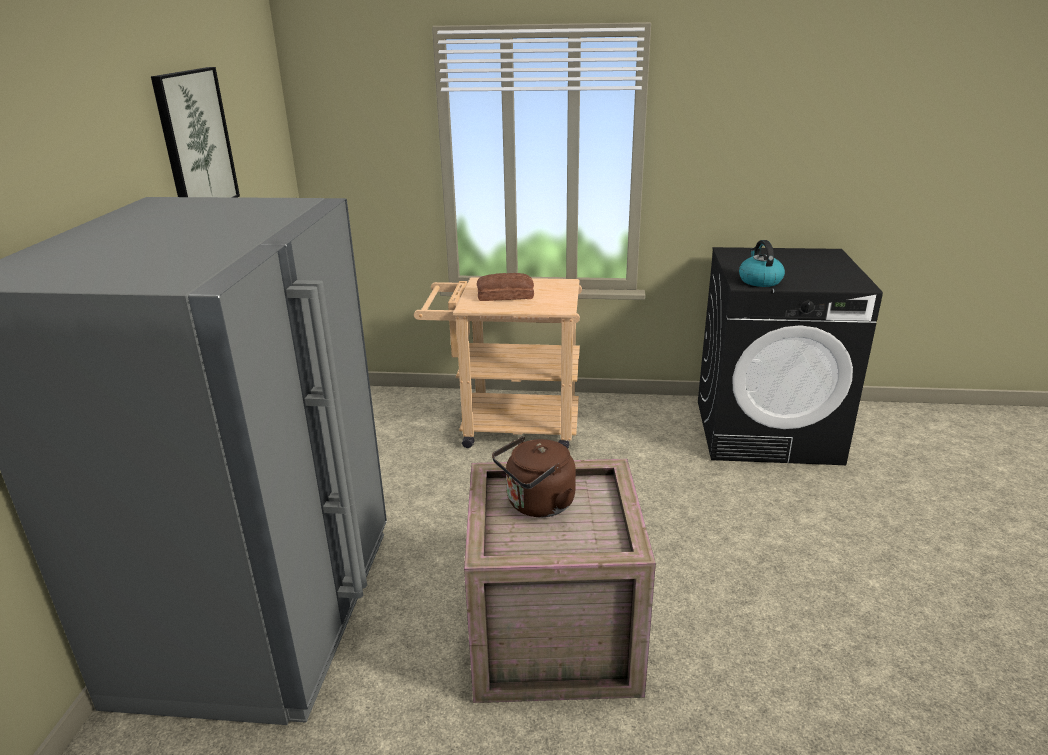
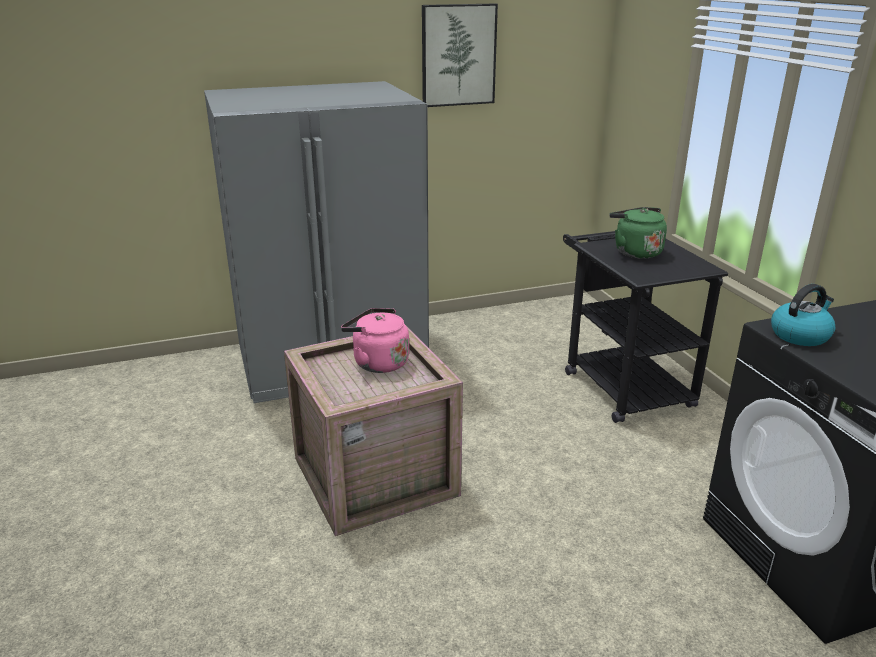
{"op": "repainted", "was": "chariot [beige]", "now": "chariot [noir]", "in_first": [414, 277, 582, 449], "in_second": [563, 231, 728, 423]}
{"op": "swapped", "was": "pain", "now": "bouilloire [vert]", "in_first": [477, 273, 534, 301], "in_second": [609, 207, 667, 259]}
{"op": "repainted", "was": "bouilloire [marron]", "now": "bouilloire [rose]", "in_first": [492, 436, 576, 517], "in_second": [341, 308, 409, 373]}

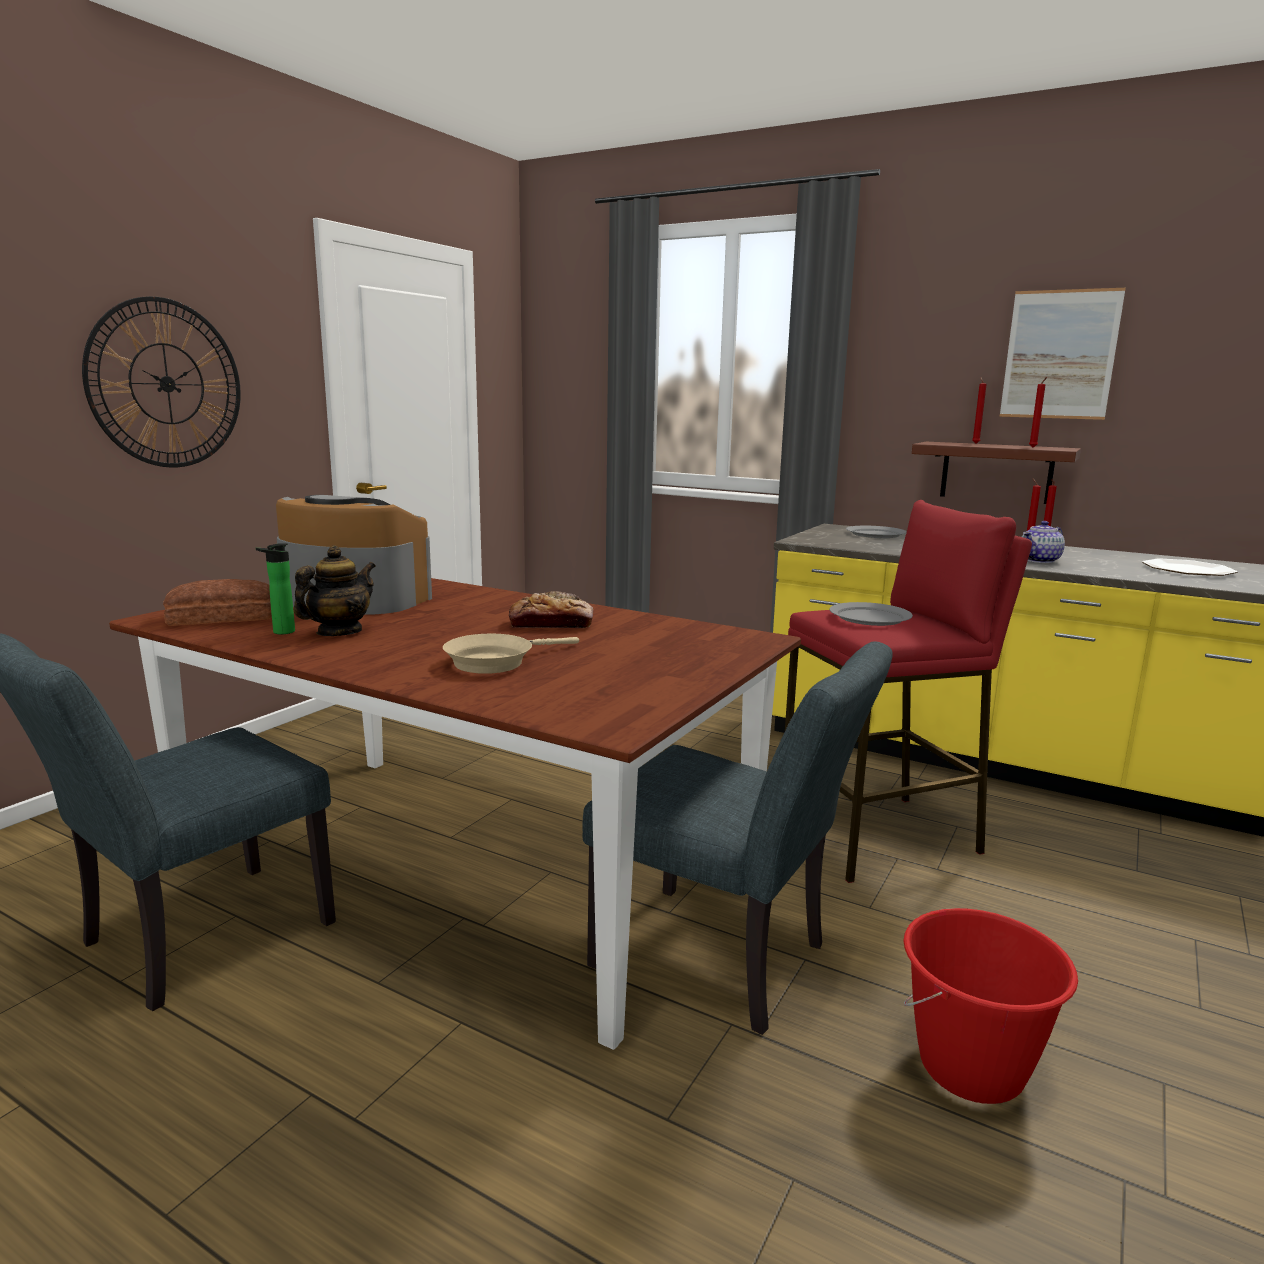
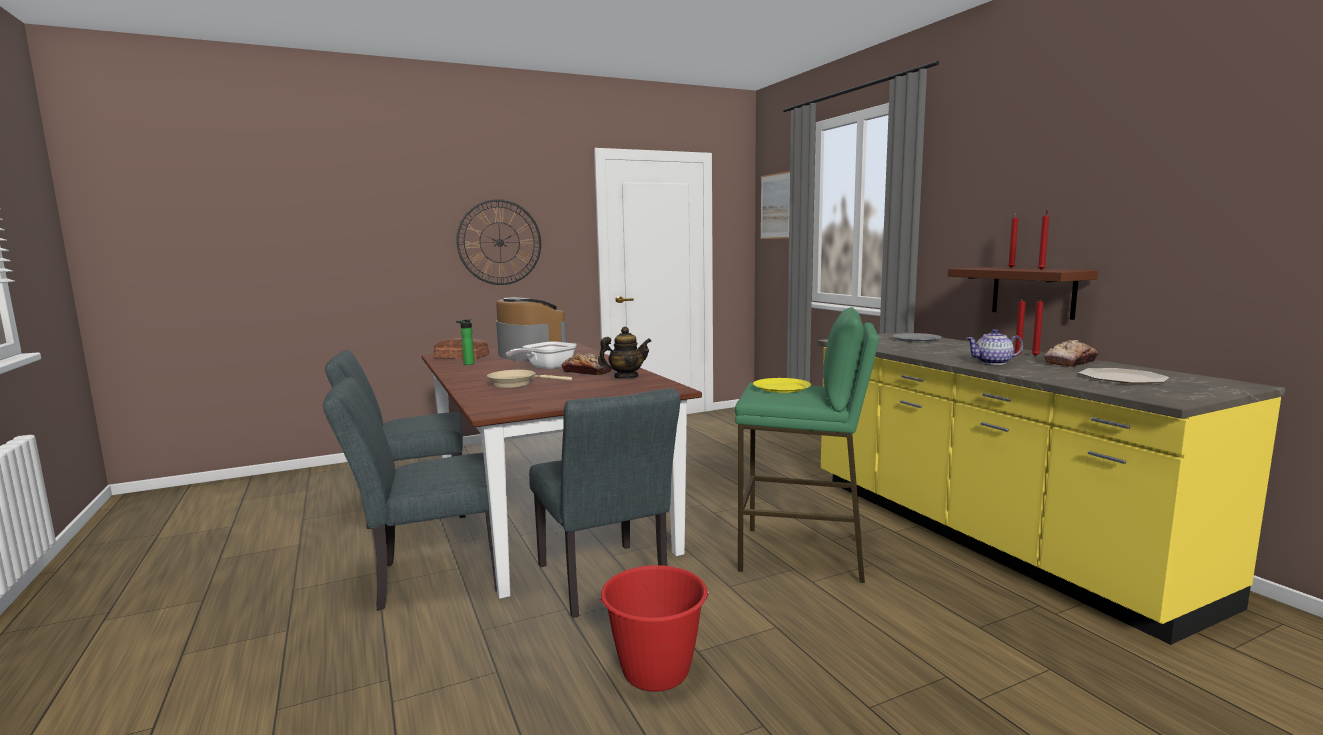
{"op": "shifted", "was": "théière", "in_first": [294, 545, 376, 636], "in_second": [598, 327, 651, 378]}
{"op": "repainted", "was": "tabouret [rouge]", "now": "tabouret [vert]", "in_first": [785, 500, 1032, 883], "in_second": [735, 307, 879, 584]}
{"op": "repainted", "was": "assiette [gris]", "now": "assiette [jaune]", "in_first": [830, 602, 913, 626], "in_second": [753, 378, 811, 393]}
{"op": "shifted", "was": "tableau", "in_first": [1000, 288, 1126, 420], "in_second": [760, 171, 790, 239]}
{"op": "new", "now": "chaise [gris]", "in_second": [323, 377, 497, 610]}
{"op": "new", "now": "poêle", "in_second": [506, 342, 577, 370]}
{"op": "new", "now": "pain", "in_second": [1044, 340, 1098, 367]}

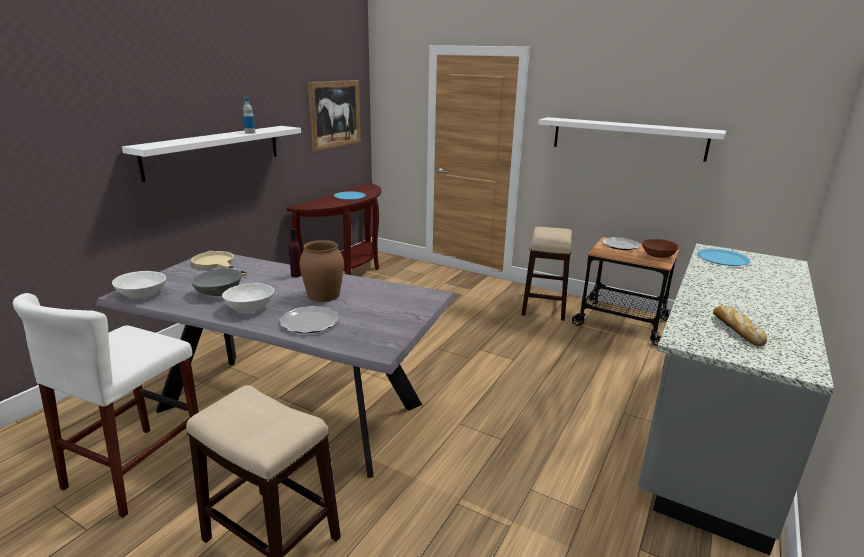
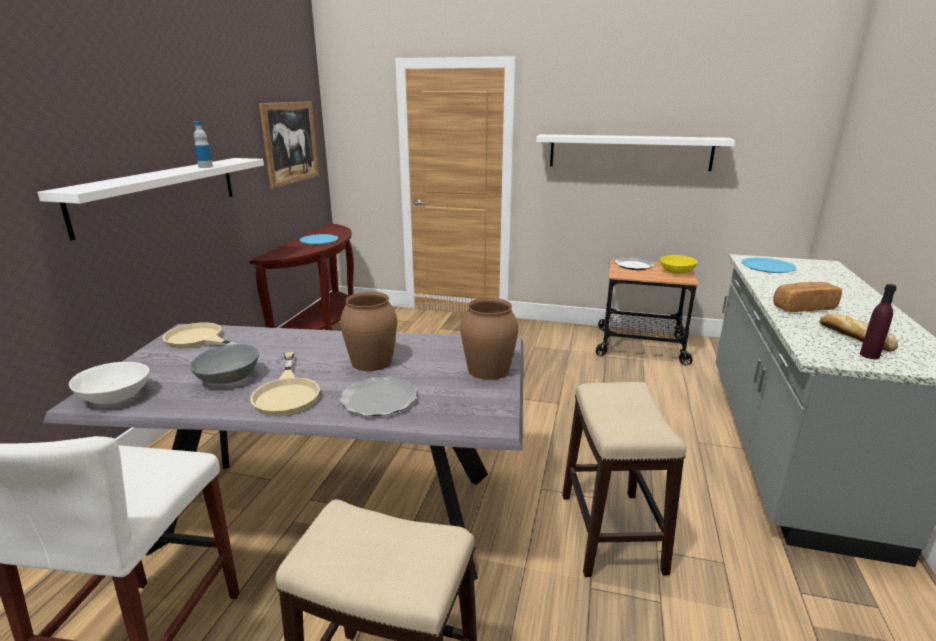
{"op": "swapped", "was": "bol [blanc]", "now": "poêle [beige]", "in_first": [222, 283, 274, 312], "in_second": [250, 352, 320, 416]}
{"op": "shifted", "was": "bouteille [violet]", "in_first": [289, 228, 302, 277], "in_second": [860, 284, 897, 359]}
{"op": "shifted", "was": "tabouret", "in_first": [521, 227, 572, 321], "in_second": [562, 382, 687, 577]}
{"op": "repainted", "was": "bol [marron]", "now": "bol [jaune]", "in_first": [642, 239, 679, 258], "in_second": [660, 255, 697, 274]}
{"op": "new", "now": "vase [marron]", "in_second": [461, 298, 518, 380]}
{"op": "new", "now": "pain", "in_second": [773, 282, 842, 312]}

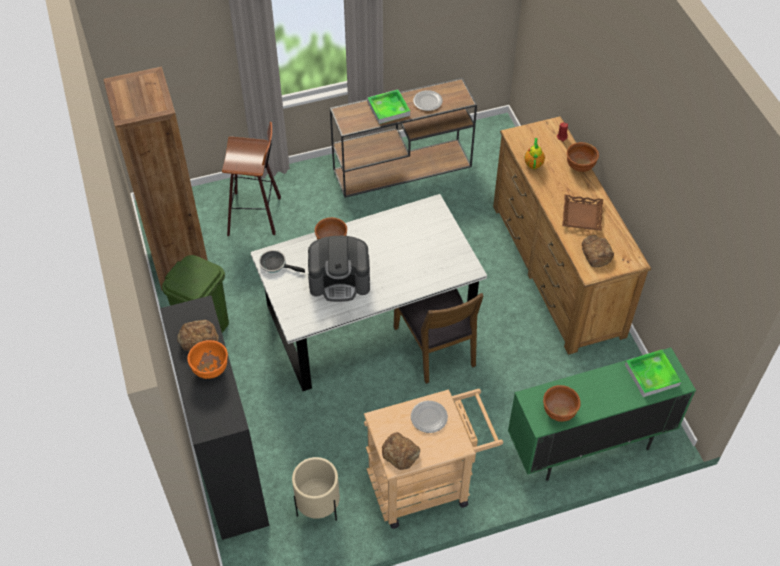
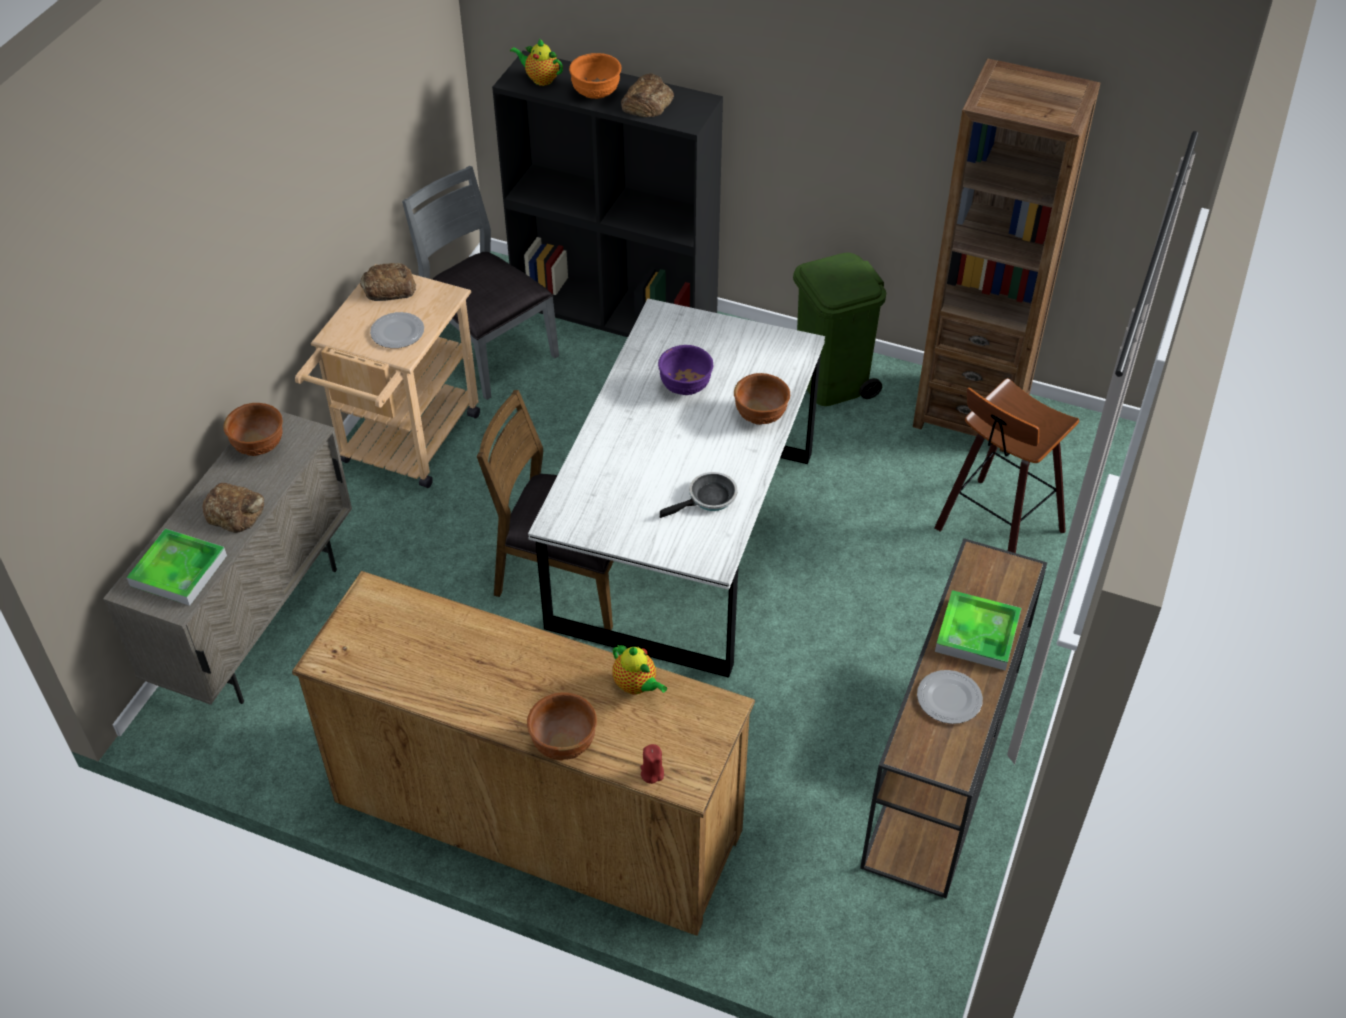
{"op": "shifted", "was": "poêle", "in_first": [259, 250, 305, 273], "in_second": [660, 472, 737, 518]}
{"op": "swapped", "was": "cache-pot [beige]", "now": "chaise [gris]", "in_first": [292, 457, 340, 521], "in_second": [402, 166, 559, 400]}
{"op": "swapped", "was": "machine à café", "now": "bol [violet]", "in_first": [308, 236, 370, 302], "in_second": [658, 345, 714, 395]}
{"op": "repainted", "was": "meuble de rangement [vert]", "now": "meuble de rangement [beige]", "in_first": [508, 347, 696, 481], "in_second": [103, 411, 352, 705]}
{"op": "gone", "was": "plateau [marron]", "in_first": [562, 195, 603, 231]}
{"op": "shifted", "was": "pain", "in_first": [582, 235, 614, 267], "in_second": [202, 483, 264, 533]}
{"op": "new", "now": "théière", "in_second": [510, 38, 563, 86]}

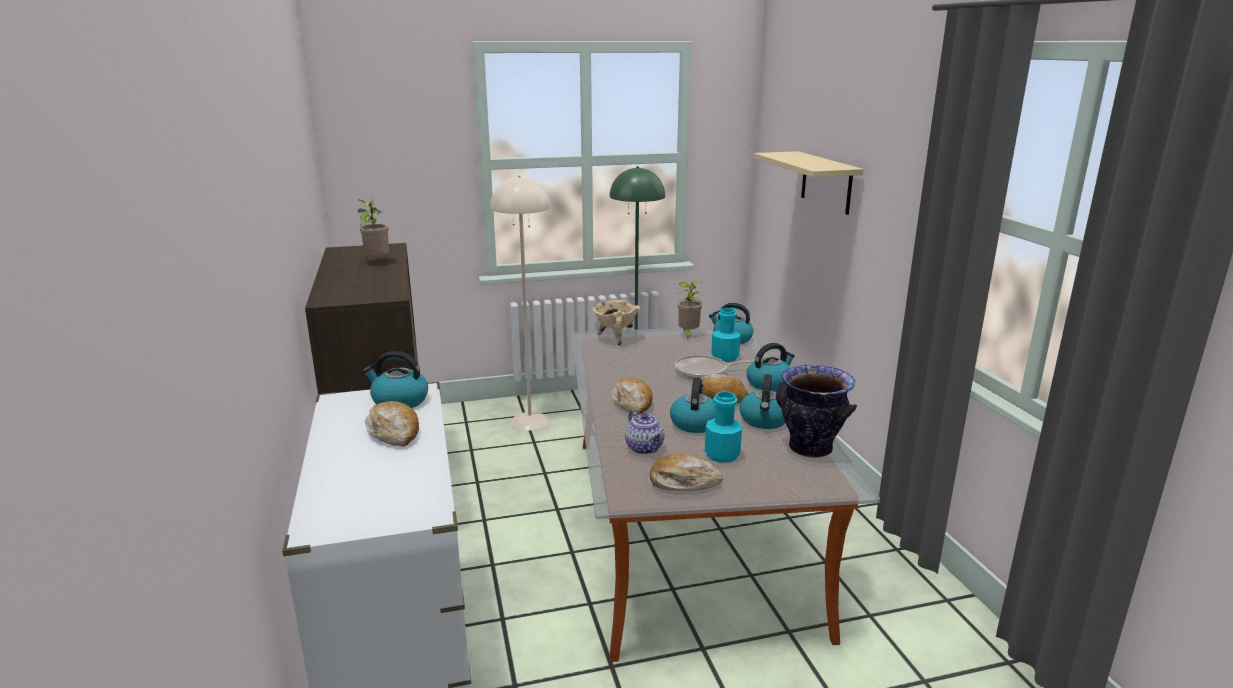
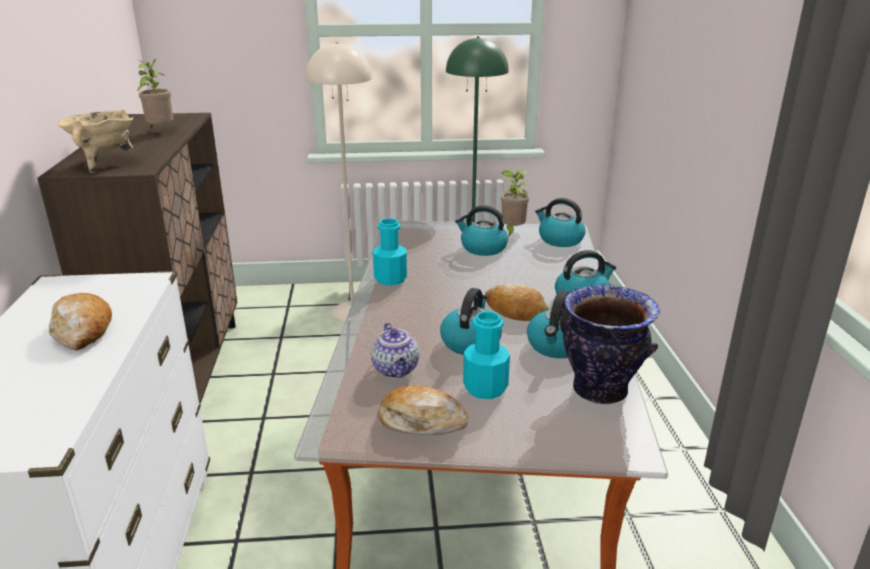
{"op": "shifted", "was": "bouilloire", "in_first": [363, 351, 428, 408], "in_second": [455, 205, 508, 256]}
{"op": "shifted", "was": "marmite [beige]", "in_first": [592, 300, 640, 346], "in_second": [58, 110, 133, 173]}
{"op": "gone", "was": "pain", "in_first": [612, 378, 652, 415]}
{"op": "gone", "was": "poêle", "in_first": [674, 355, 753, 379]}
{"op": "shifted", "was": "bouteille [turquoise]", "in_first": [711, 308, 741, 362], "in_second": [373, 218, 407, 286]}
{"op": "gone", "was": "étagère [beige]", "in_first": [754, 151, 864, 215]}

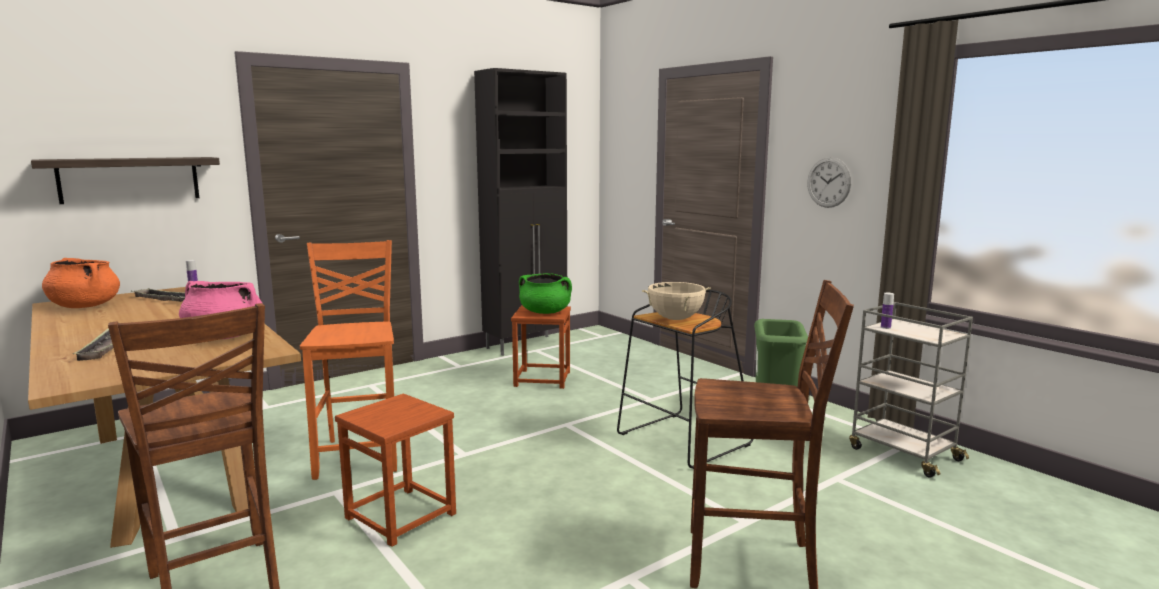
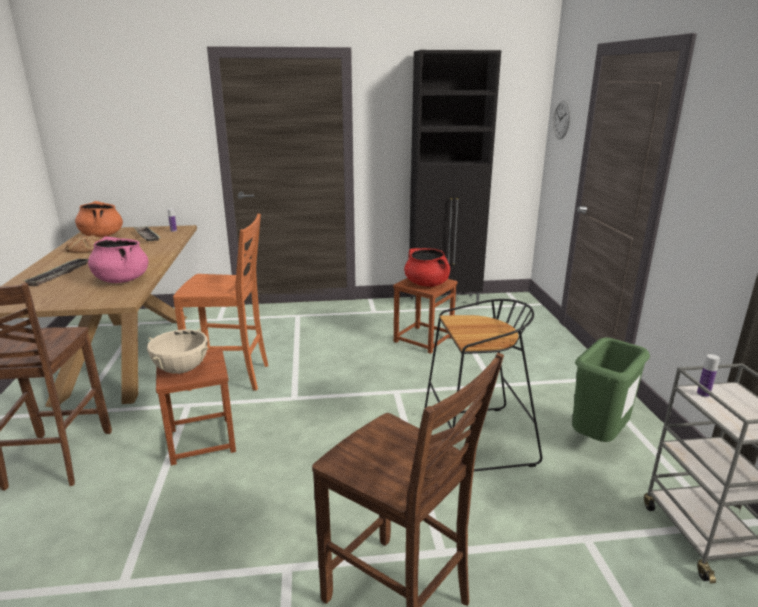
{"op": "gone", "was": "étagère", "in_first": [31, 157, 220, 204]}
{"op": "rotated", "was": "chaise [orange]", "in_first": [300, 240, 397, 480], "in_second": [173, 214, 268, 391], "clockwise": 75}
{"op": "repainted", "was": "marmite [vert]", "now": "marmite [rouge]", "in_first": [519, 273, 572, 314], "in_second": [404, 248, 450, 287]}
{"op": "shifted", "was": "marmite [beige]", "in_first": [642, 282, 711, 320], "in_second": [147, 328, 209, 374]}
{"op": "shifted", "was": "horloge murale", "in_first": [807, 157, 851, 208], "in_second": [553, 100, 570, 139]}
{"op": "new", "now": "pain", "in_second": [65, 235, 102, 253]}

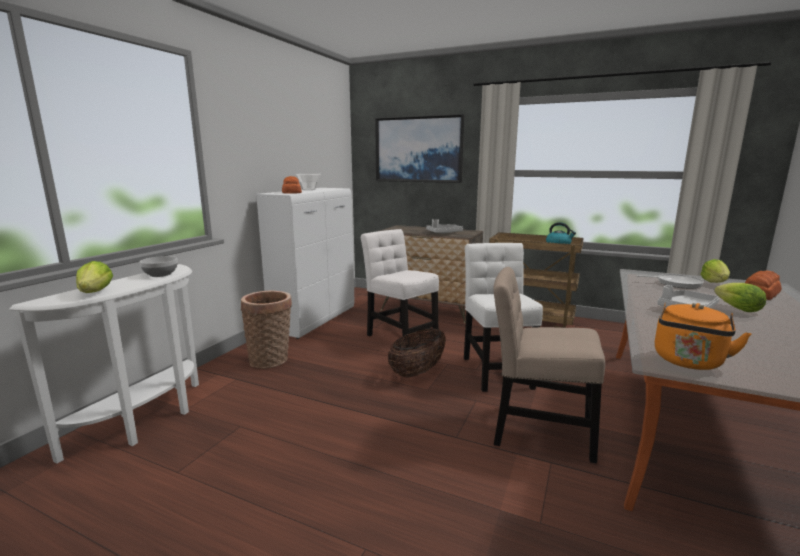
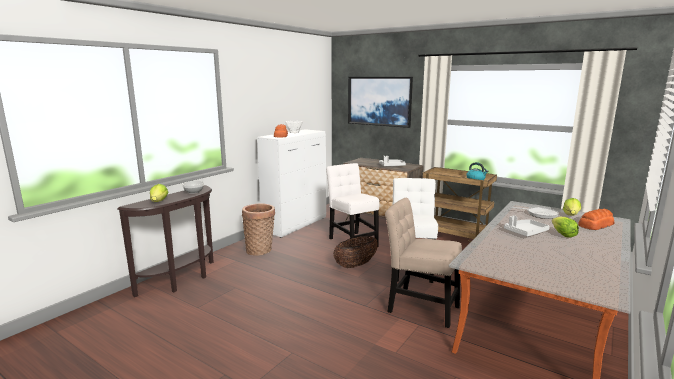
{"op": "repainted", "was": "table console [blanc]", "now": "table console [marron]", "in_first": [9, 264, 199, 463], "in_second": [117, 185, 214, 297]}
{"op": "gone", "was": "bouilloire [orange]", "in_first": [655, 303, 751, 370]}

